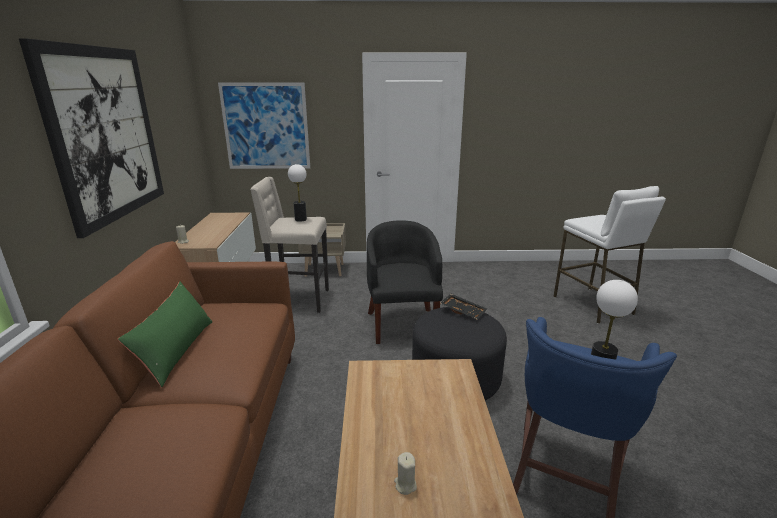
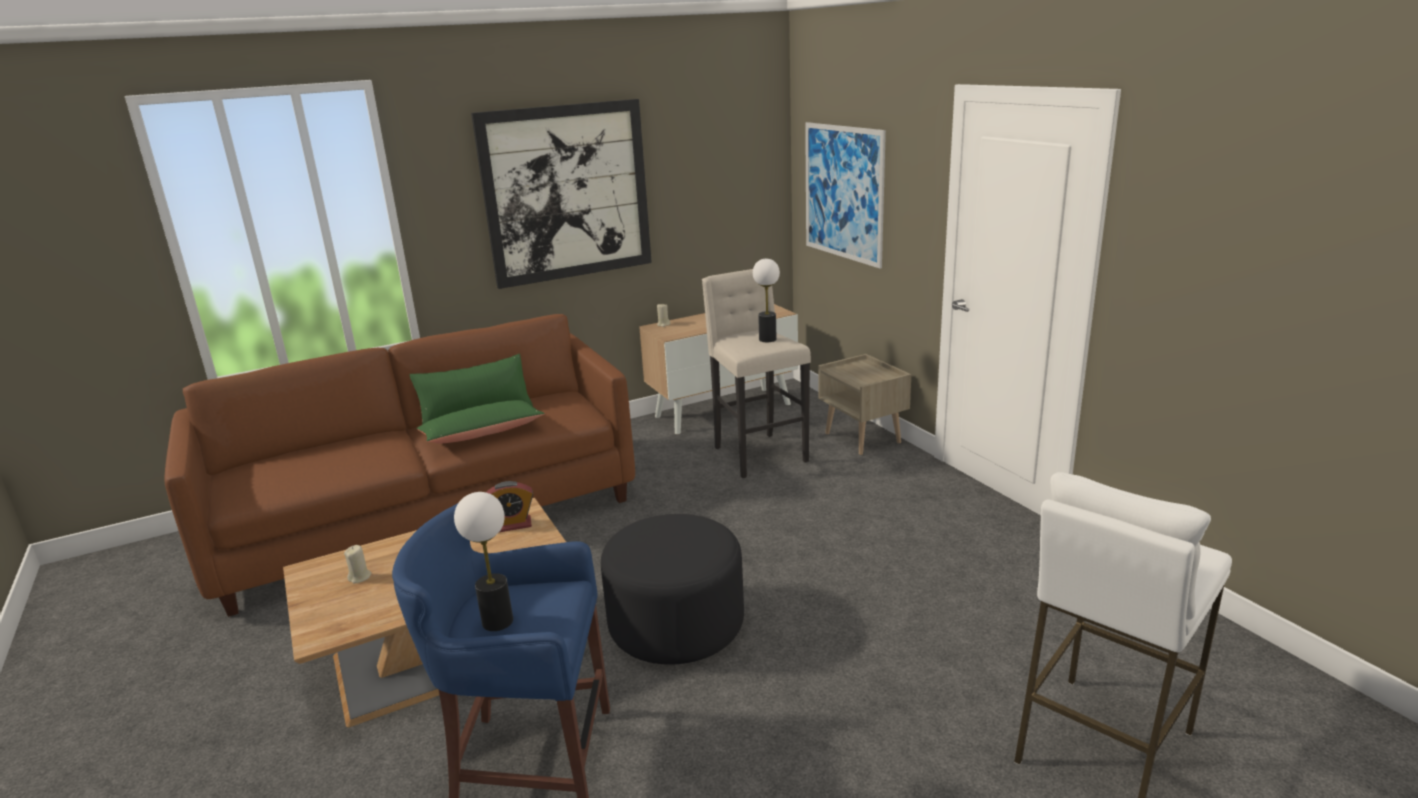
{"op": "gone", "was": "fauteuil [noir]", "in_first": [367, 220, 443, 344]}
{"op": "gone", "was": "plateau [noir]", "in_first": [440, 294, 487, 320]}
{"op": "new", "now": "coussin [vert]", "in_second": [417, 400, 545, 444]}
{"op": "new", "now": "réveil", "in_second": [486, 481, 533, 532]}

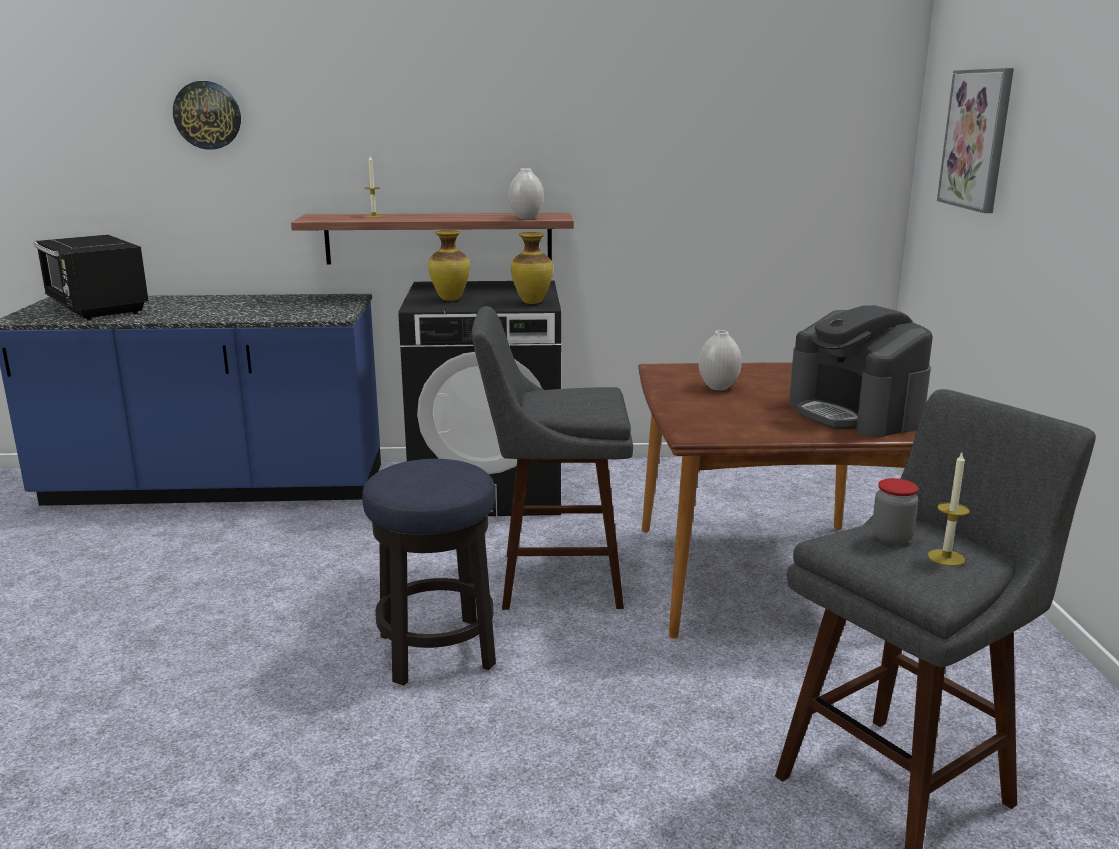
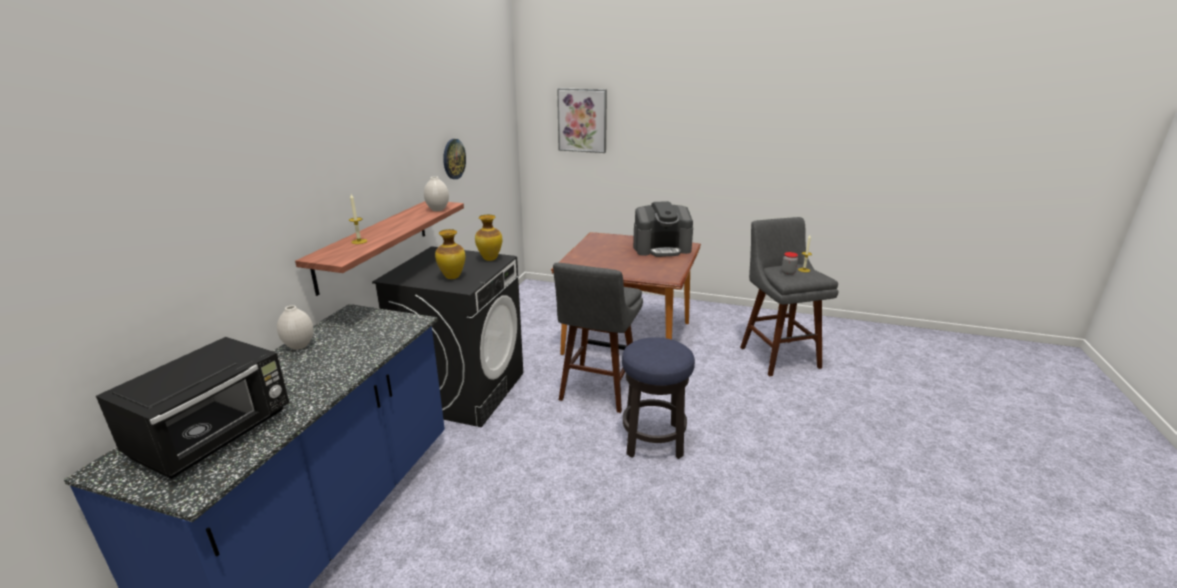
{"op": "rotated", "was": "micro-ondes [noir]", "in_first": [34, 235, 149, 320], "in_second": [96, 337, 289, 479], "clockwise": -45}
{"op": "shifted", "was": "horloge murale", "in_first": [173, 81, 241, 150], "in_second": [443, 139, 466, 179]}
{"op": "shifted", "was": "vase [blanc]", "in_first": [699, 330, 742, 390], "in_second": [277, 305, 313, 350]}

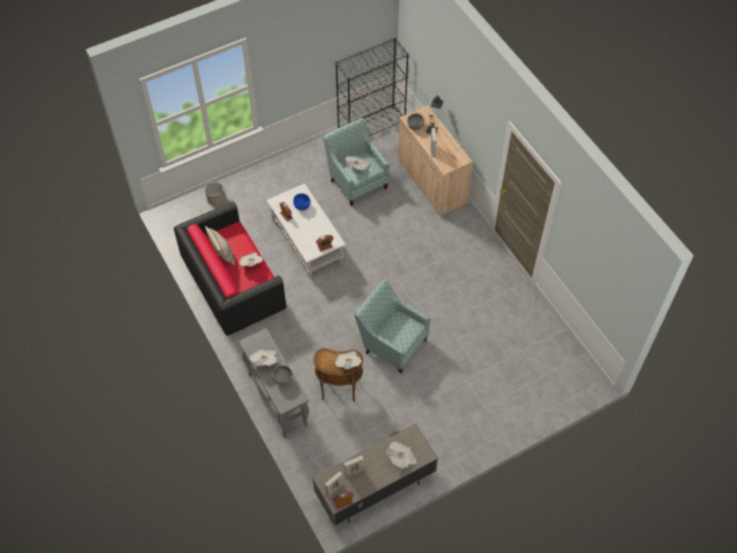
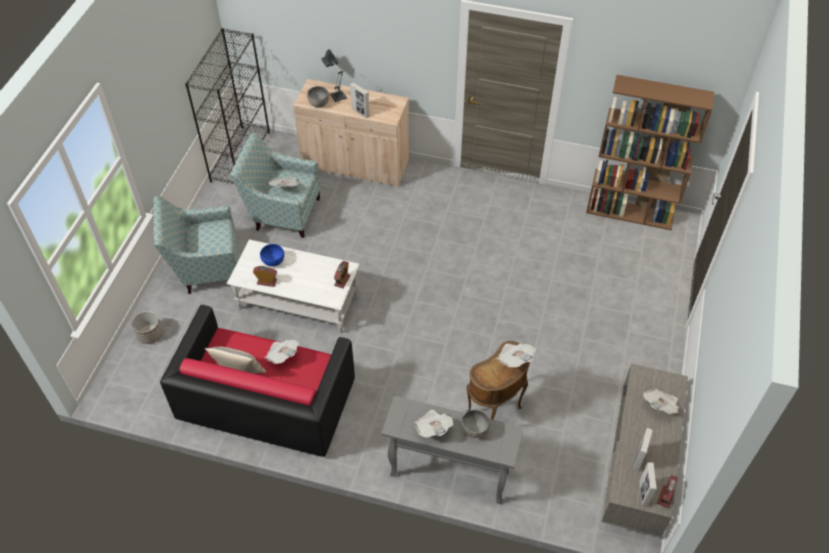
{"op": "shifted", "was": "fauteuil", "in_first": [354, 279, 430, 373], "in_second": [153, 196, 238, 294]}
{"op": "new", "now": "bibliothèque [marron]", "in_second": [586, 75, 714, 230]}

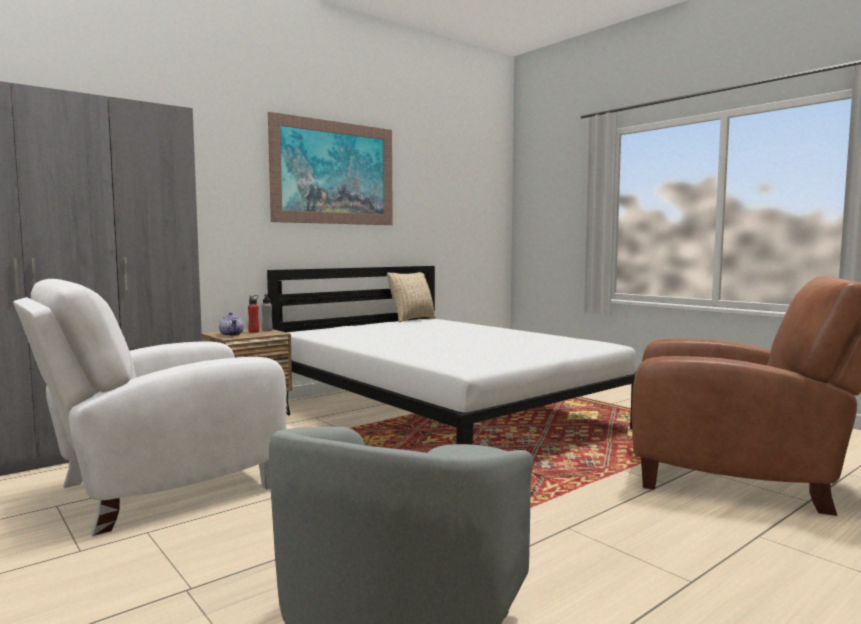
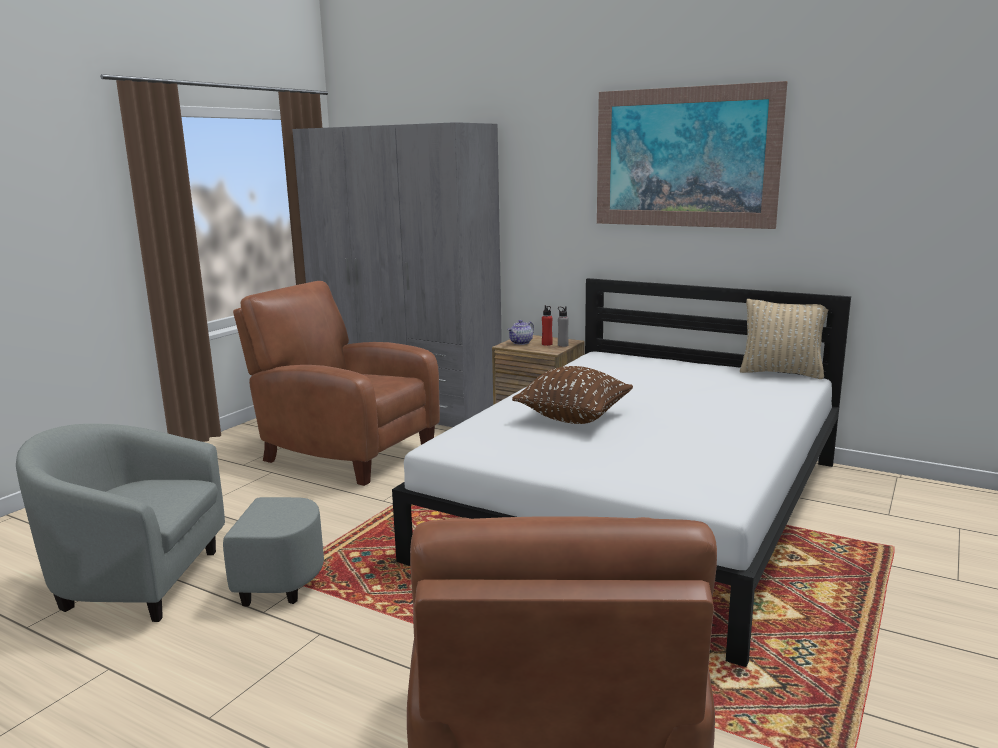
{"op": "repainted", "was": "fauteuil [blanc]", "now": "fauteuil [marron]", "in_first": [13, 279, 286, 536], "in_second": [233, 281, 440, 486]}
{"op": "new", "now": "coussin [marron]", "in_second": [512, 366, 633, 424]}

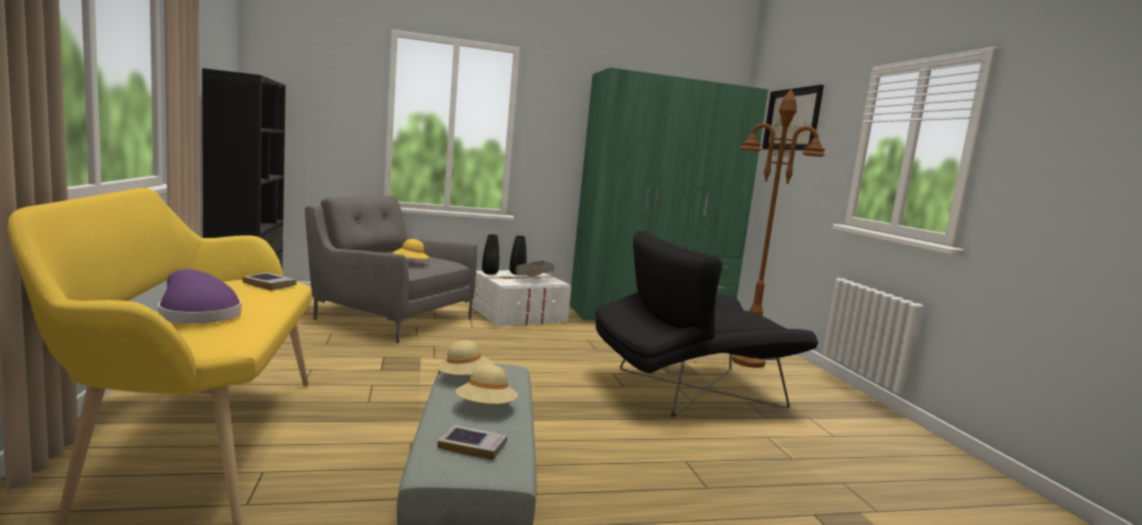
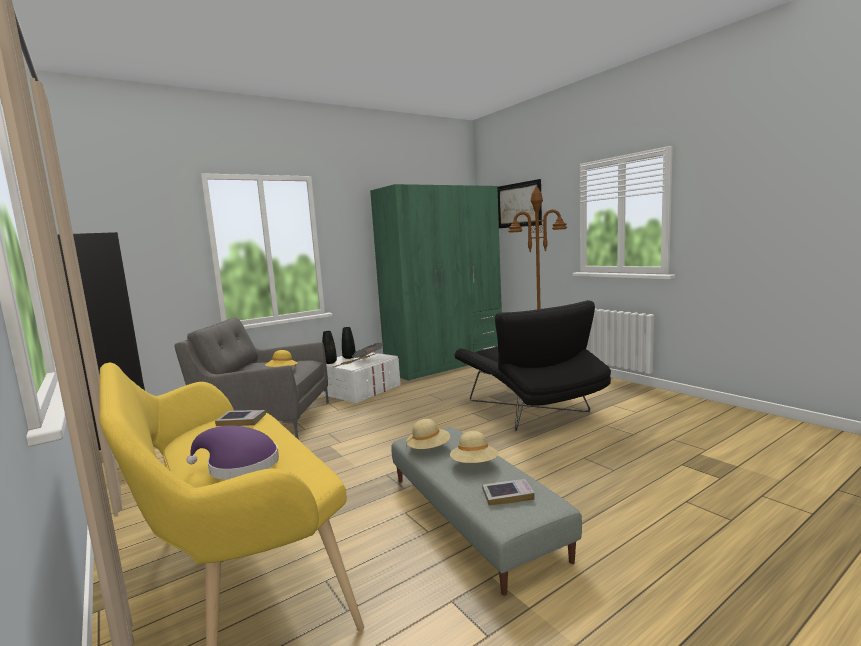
{"op": "rotated", "was": "fauteuil [noir]", "in_first": [595, 231, 819, 418], "in_second": [454, 300, 611, 431], "clockwise": -75}

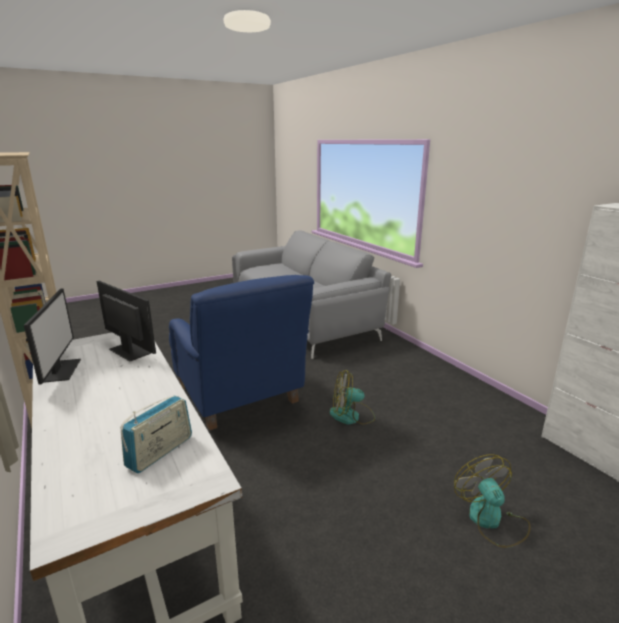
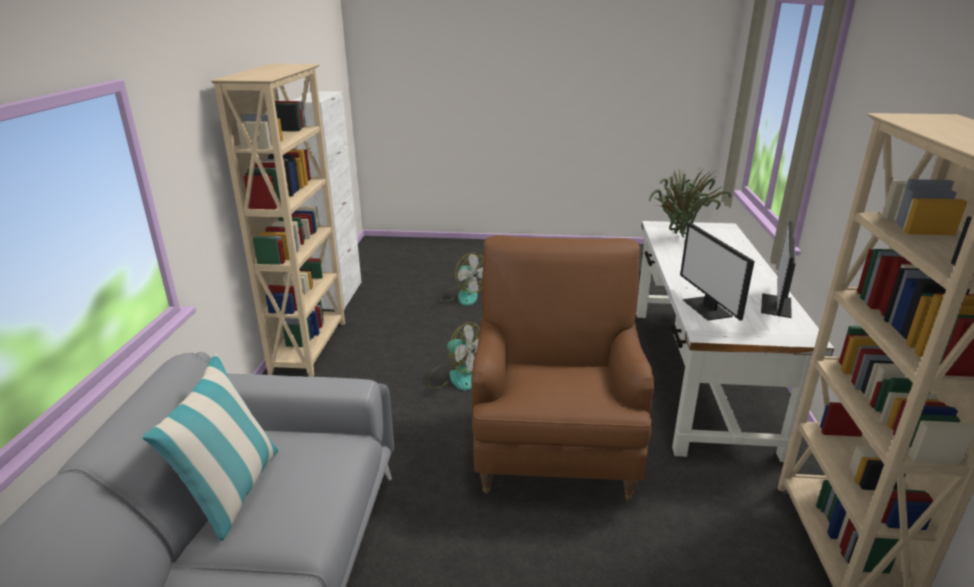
{"op": "swapped", "was": "radio", "now": "plante en pot", "in_first": [120, 395, 192, 473], "in_second": [649, 167, 731, 238]}
{"op": "repainted", "was": "fauteuil [bleu]", "now": "fauteuil [marron]", "in_first": [169, 275, 314, 430], "in_second": [471, 235, 654, 501]}
{"op": "rotated", "was": "ventilateur", "in_first": [454, 454, 531, 548], "in_second": [440, 252, 483, 306], "clockwise": -60}
{"op": "new", "now": "coussin", "in_second": [142, 355, 278, 541]}
{"op": "new", "now": "bibliothèque [beige]", "in_second": [211, 64, 345, 377]}

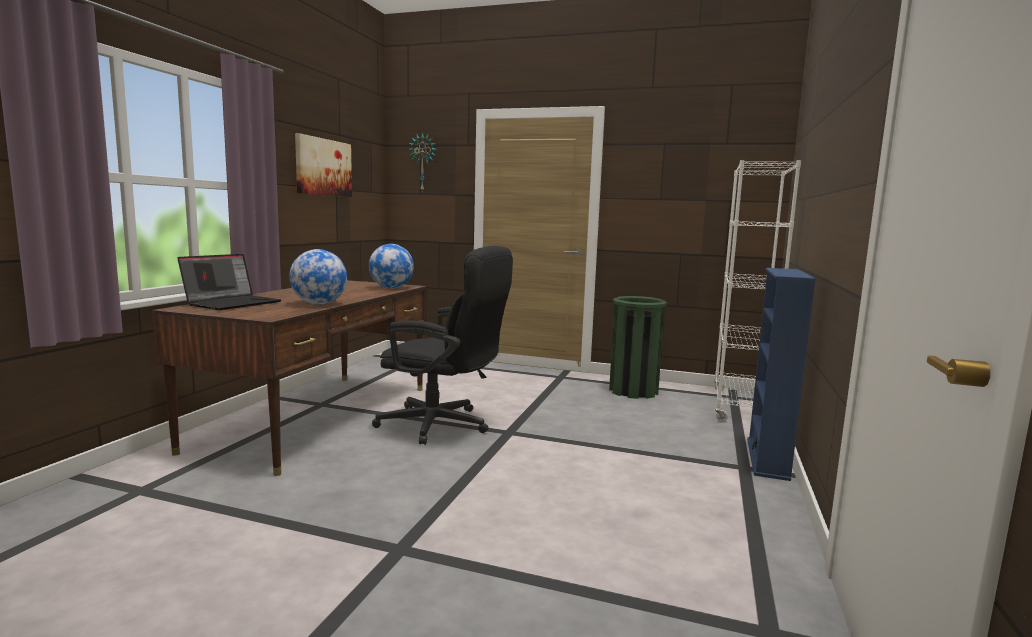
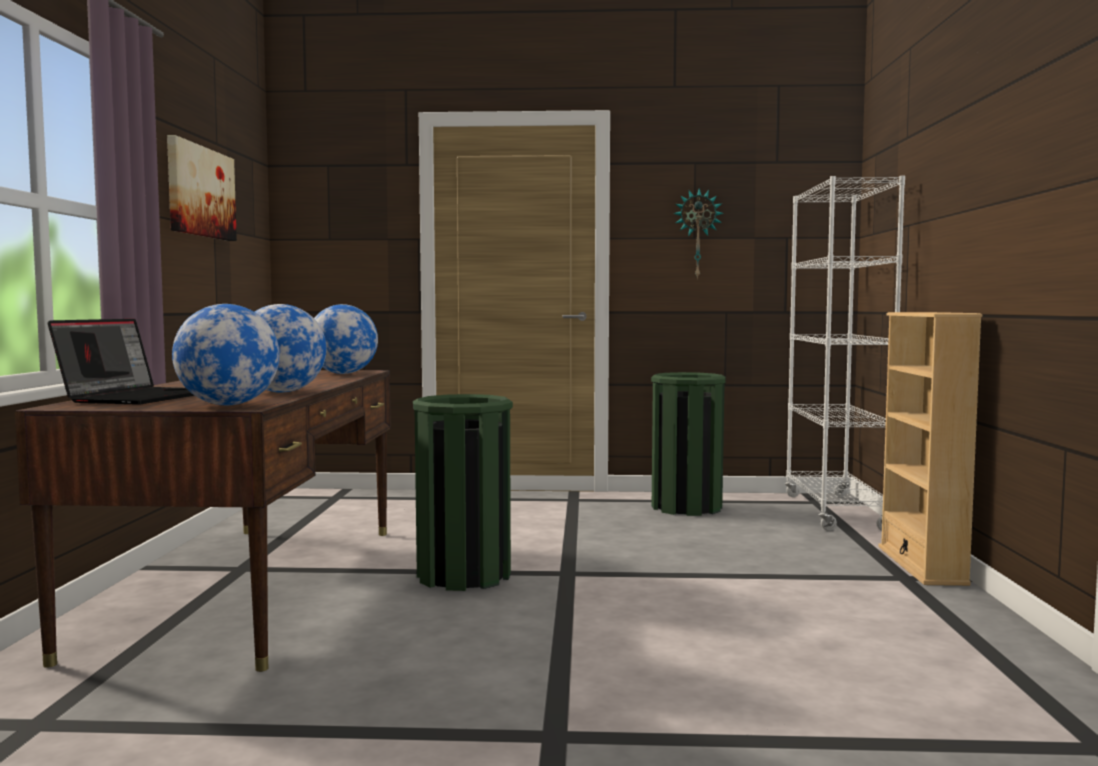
{"op": "swapped", "was": "chaise de bureau [noir]", "now": "poubelle [vert]", "in_first": [372, 246, 513, 445], "in_second": [413, 394, 513, 591]}
{"op": "shifted", "was": "horloge murale", "in_first": [408, 133, 437, 191], "in_second": [673, 188, 724, 279]}
{"op": "repainted", "was": "bibliothèque [bleu]", "now": "bibliothèque [beige]", "in_first": [747, 268, 816, 481], "in_second": [878, 312, 982, 586]}
{"op": "new", "now": "globe", "in_second": [172, 304, 280, 405]}

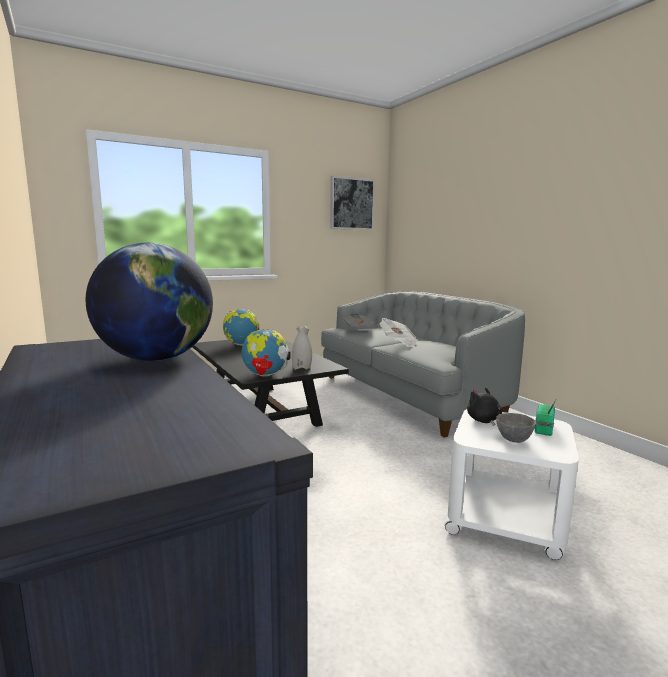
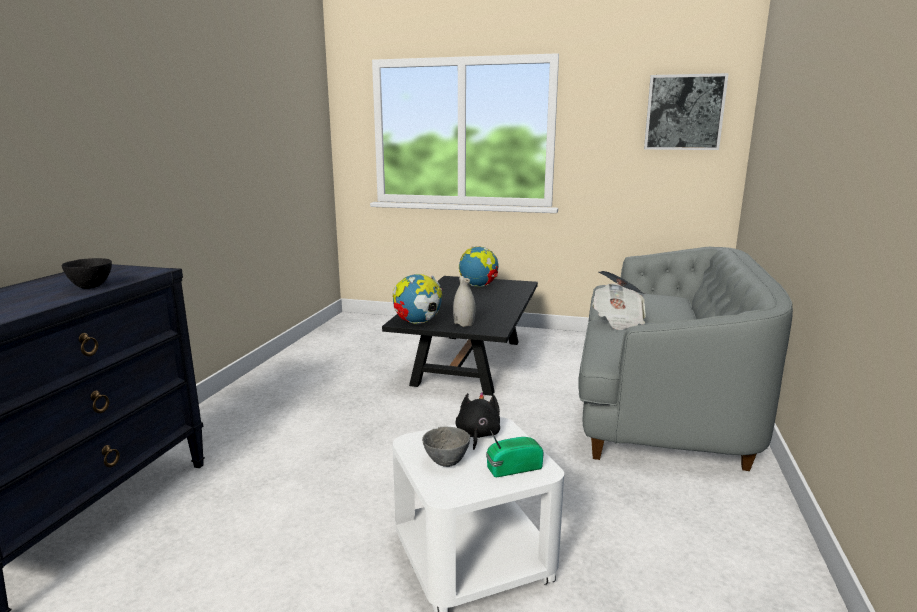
{"op": "swapped", "was": "globe", "now": "bol [noir]", "in_first": [86, 243, 213, 361], "in_second": [62, 258, 112, 289]}

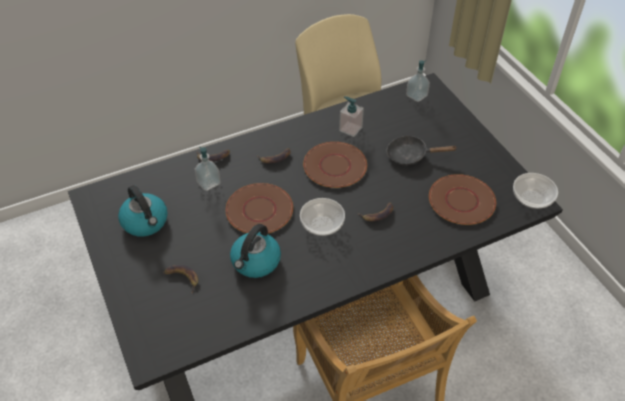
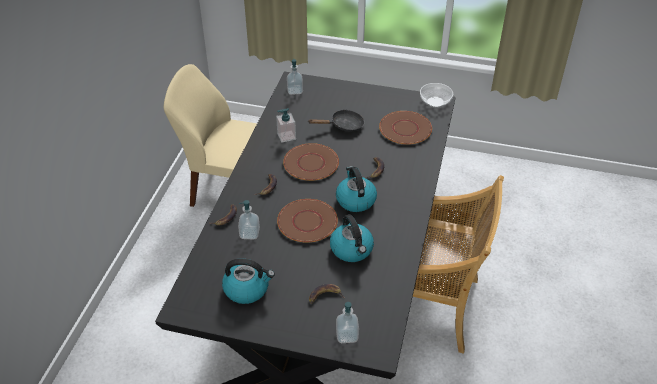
{"op": "swapped", "was": "bol", "now": "bouilloire", "in_first": [300, 198, 345, 236], "in_second": [336, 166, 377, 212]}
{"op": "rotated", "was": "poêle [noir]", "in_first": [386, 135, 458, 166], "in_second": [308, 109, 365, 132], "clockwise": -150}
{"op": "new", "now": "distributeur de savon", "in_second": [336, 302, 359, 343]}

